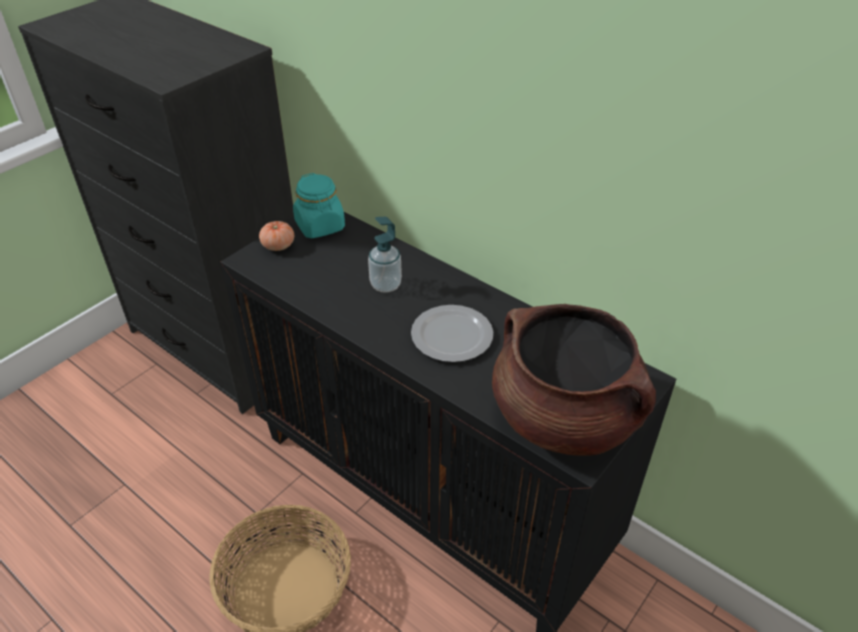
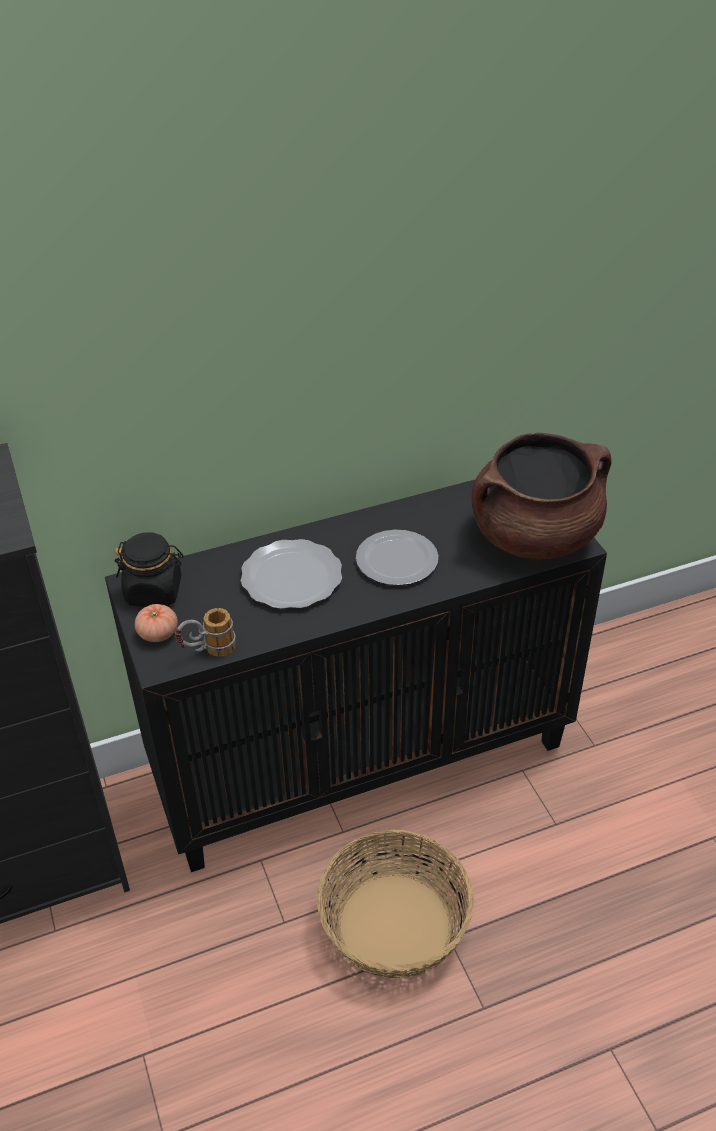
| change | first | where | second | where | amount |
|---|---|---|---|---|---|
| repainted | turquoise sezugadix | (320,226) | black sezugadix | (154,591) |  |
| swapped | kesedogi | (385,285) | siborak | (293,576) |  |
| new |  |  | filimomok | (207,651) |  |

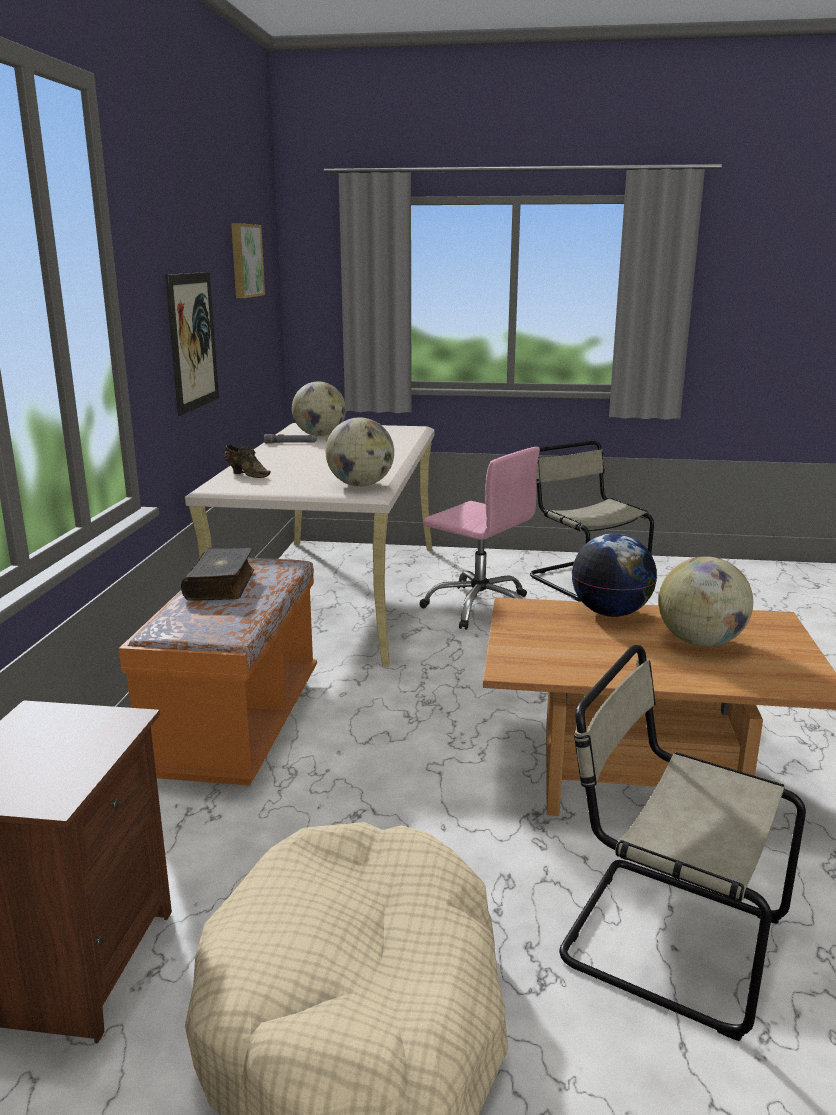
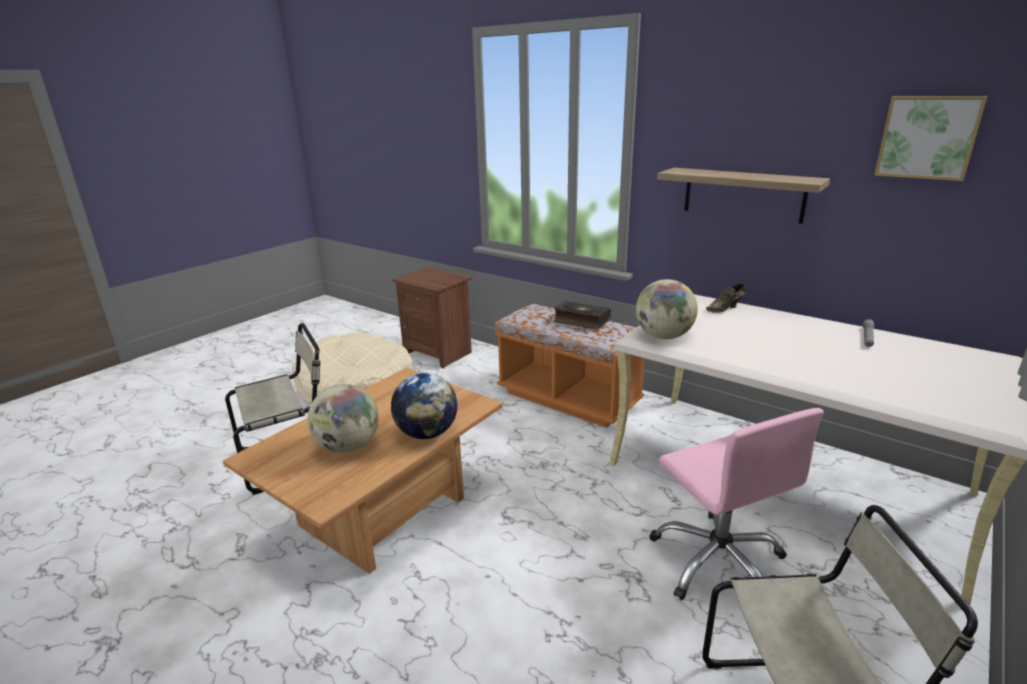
| change | first | where | second | where | amount |
|---|---|---|---|---|---|
| swapped | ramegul | (193,341) | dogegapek | (743,194) |  |
| gone | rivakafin | (320,435) |  |  |  |
| rotated | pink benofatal | (480,607) |  | (718,561) | 90 degrees counterclockwise |

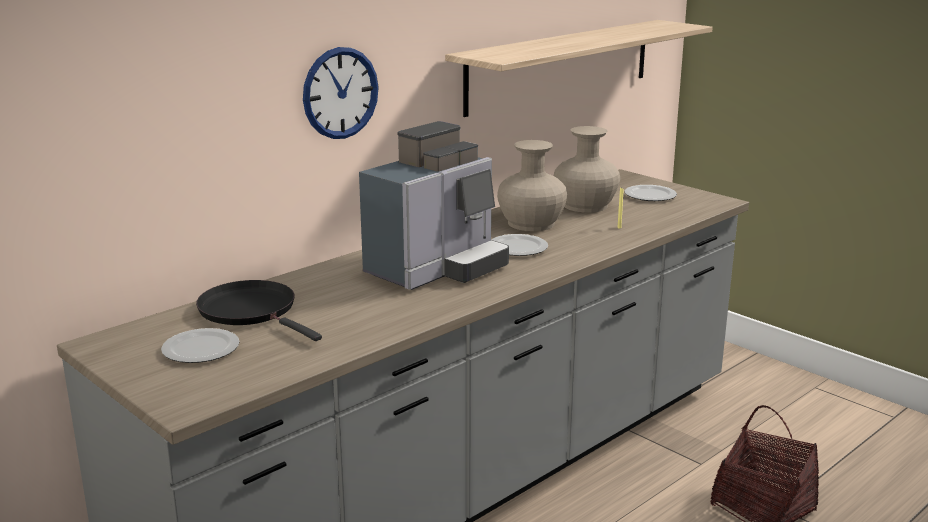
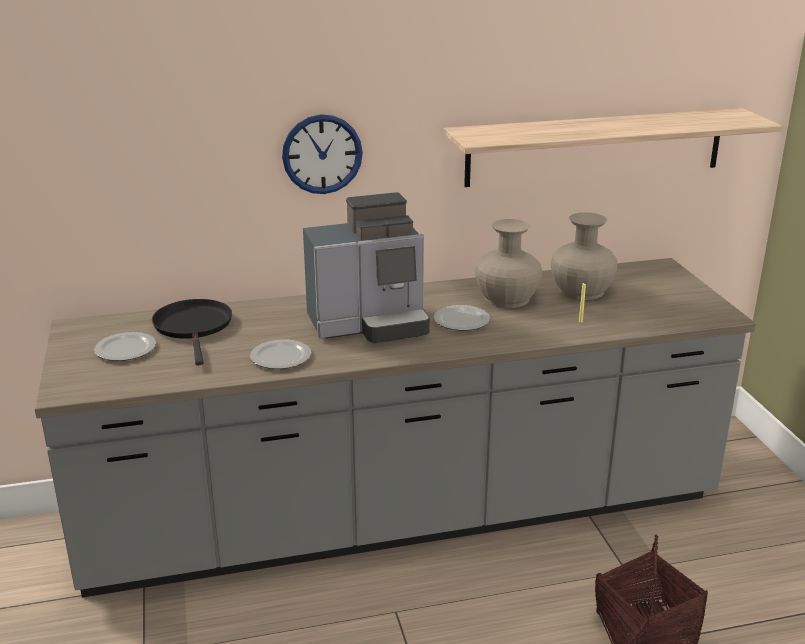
| change | first | where | second | where | amount |
|---|---|---|---|---|---|
| shifted | siborak | (650,195) |  | (281,356) |  |

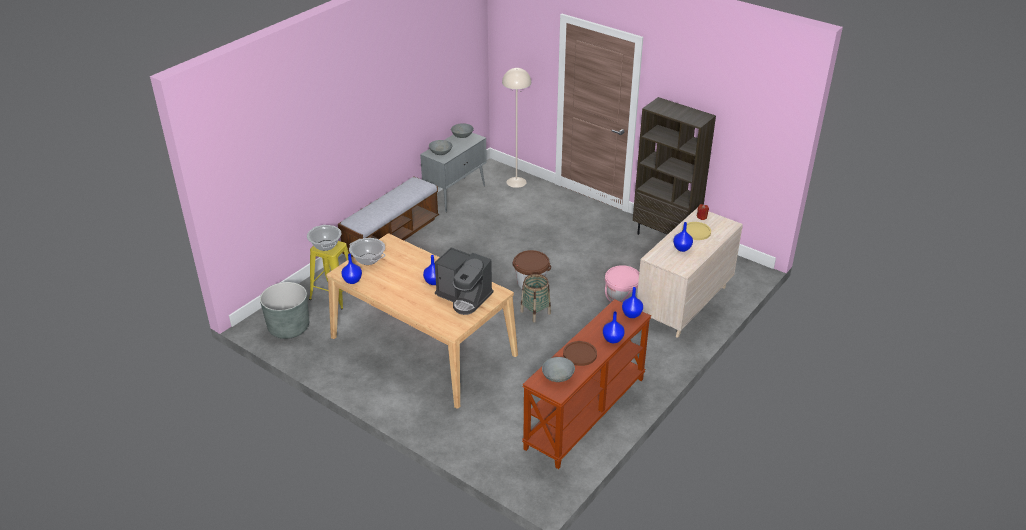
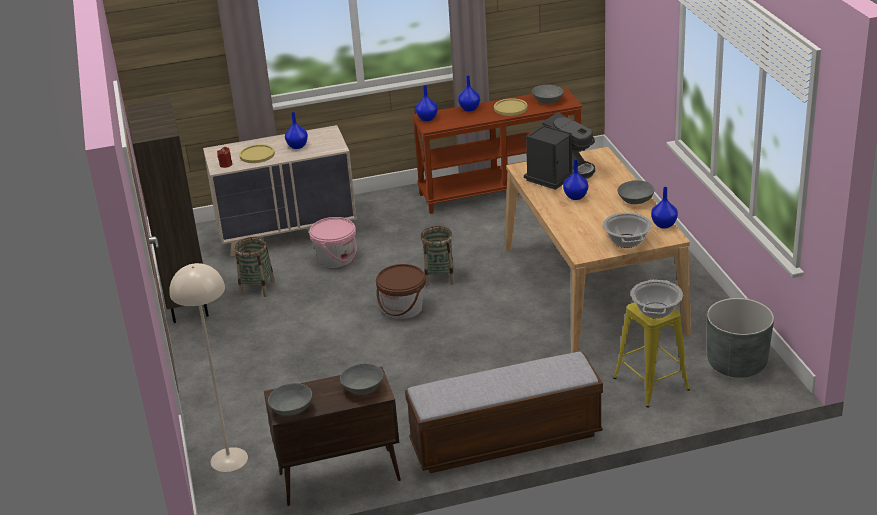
| change | first | where | second | where | amount |
|---|---|---|---|---|---|
| repainted | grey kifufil | (456,194) | brown kifufil | (338,477) |  |
| rotated | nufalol | (464,297) |  | (559,174) | 60 degrees clockwise |
| repainted | brown siborak | (580,354) | yellow siborak | (510,108) |  |
| new |  |  | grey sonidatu | (635,200) |  |
| new |  |  | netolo | (257,288) |  |

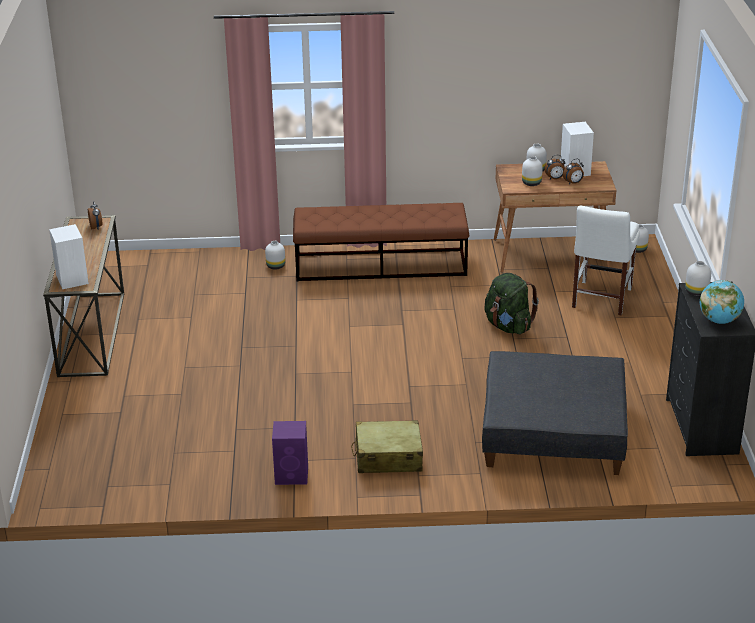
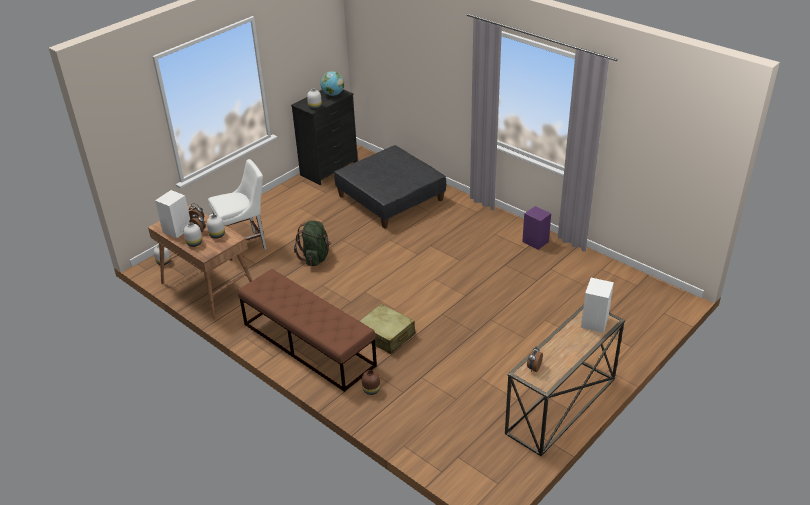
| change | first | where | second | where | amount |
|---|---|---|---|---|---|
| repainted | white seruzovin | (275,266) | brown seruzovin | (371,390) |  |
| shifted | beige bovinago | (388,457) |  | (386,335) |  |

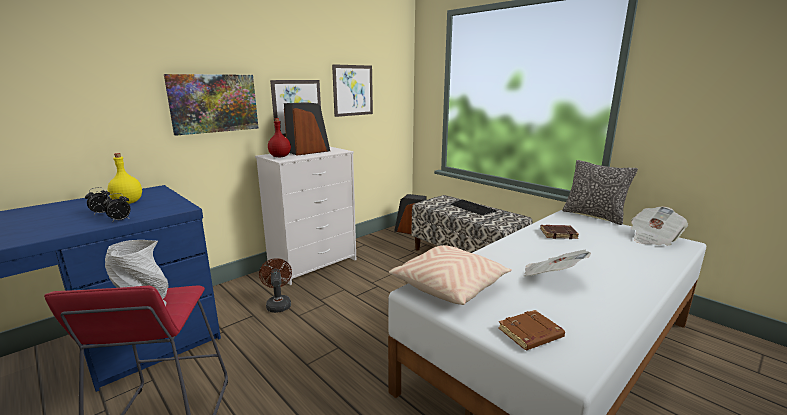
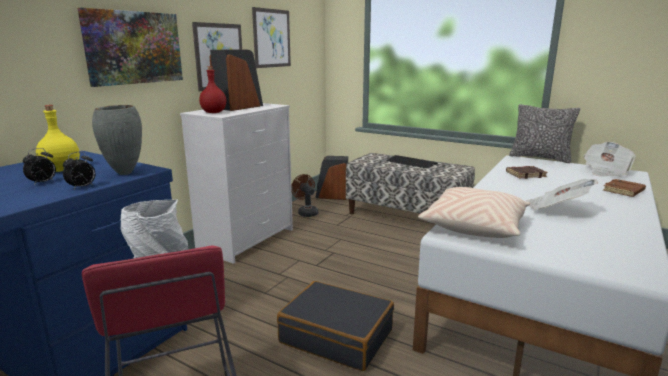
| change | first | where | second | where | amount |
|---|---|---|---|---|---|
| shifted | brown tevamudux | (278,304) |  | (306,212) |  |
| shifted | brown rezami | (530,334) |  | (624,191) |  |
| new |  |  | grey seruzovin | (124,174) |  |
| new |  |  | black bovinago | (337,336) |  |

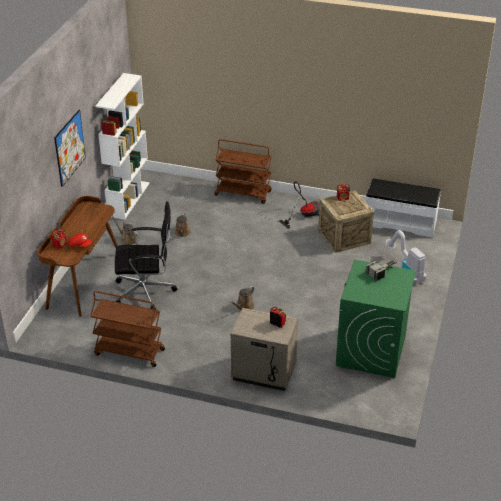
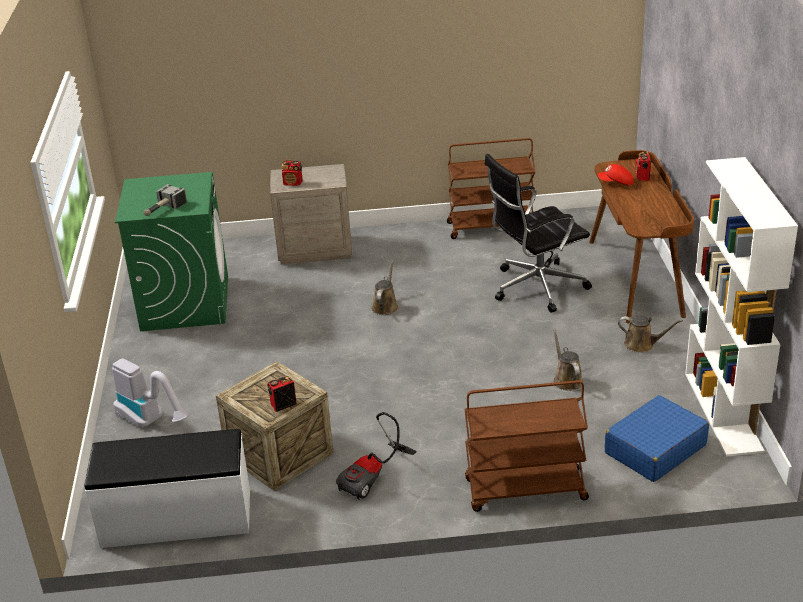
| change | first | where | second | where | amount |
|---|---|---|---|---|---|
| gone | ramegul | (70,148) |  |  |  |
| new |  |  | blue bovinago | (654,449) |  |

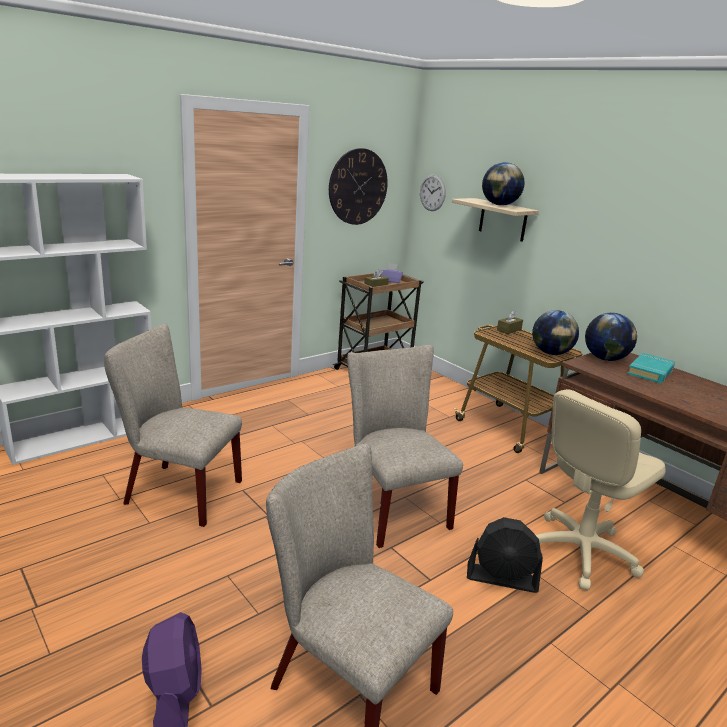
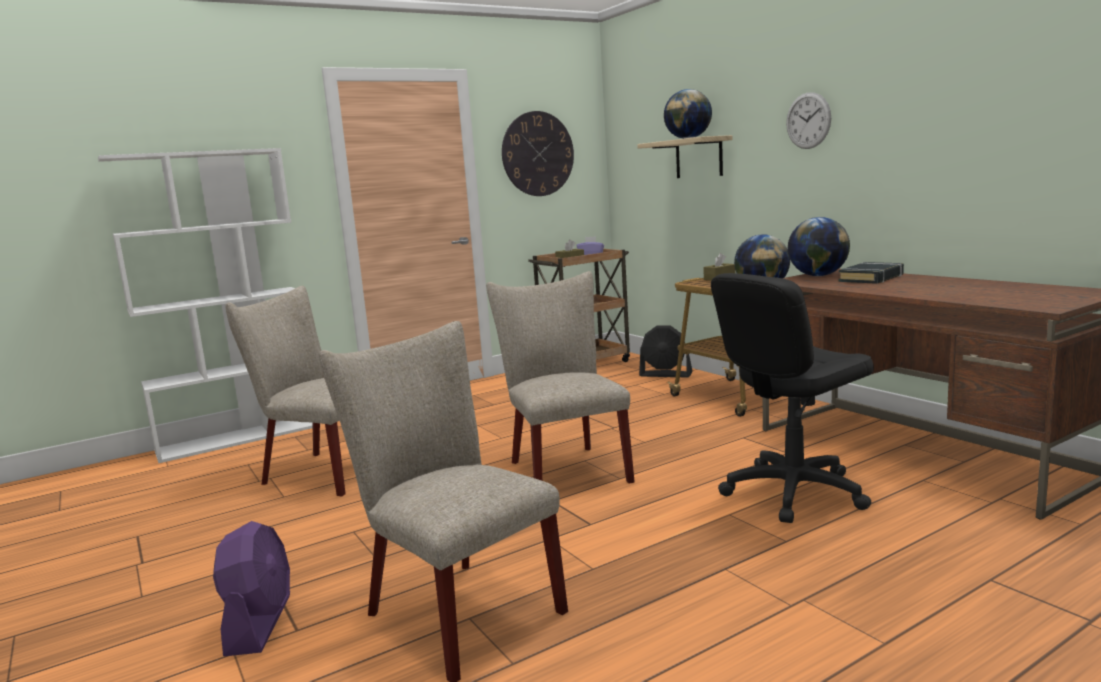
| change | first | where | second | where | amount |
|---|---|---|---|---|---|
| shifted | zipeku | (432,192) |  | (808,120) |  |
| repainted | turquoise rezami | (650,372) | black rezami | (871,278) |  |
| repainted | beige benofatal | (580,551) | black benofatal | (793,492) |  |
| shifted | black tevamudux | (502,578) |  | (666,374) |  |

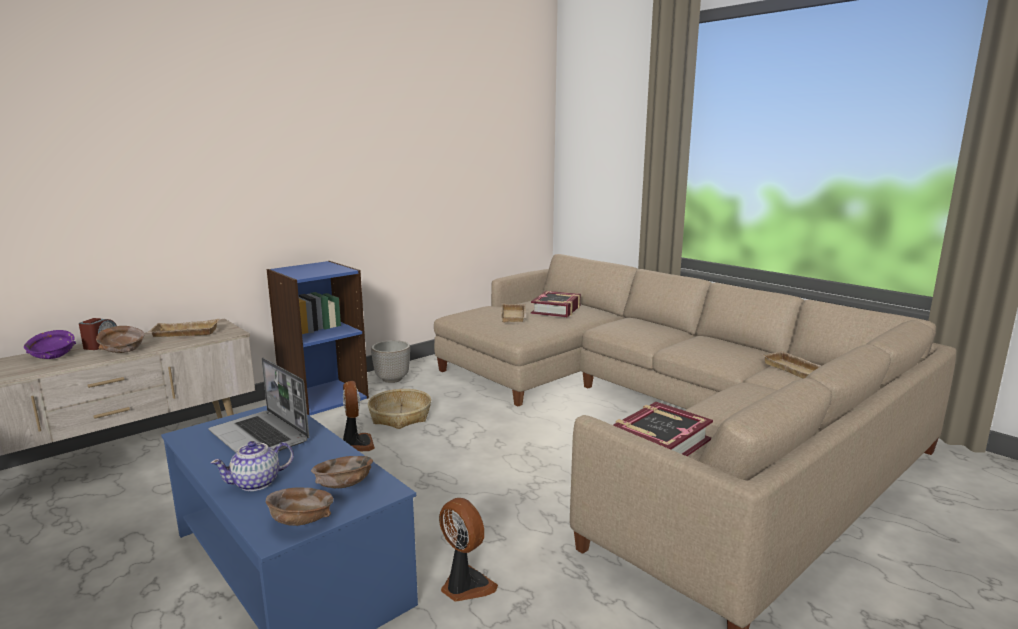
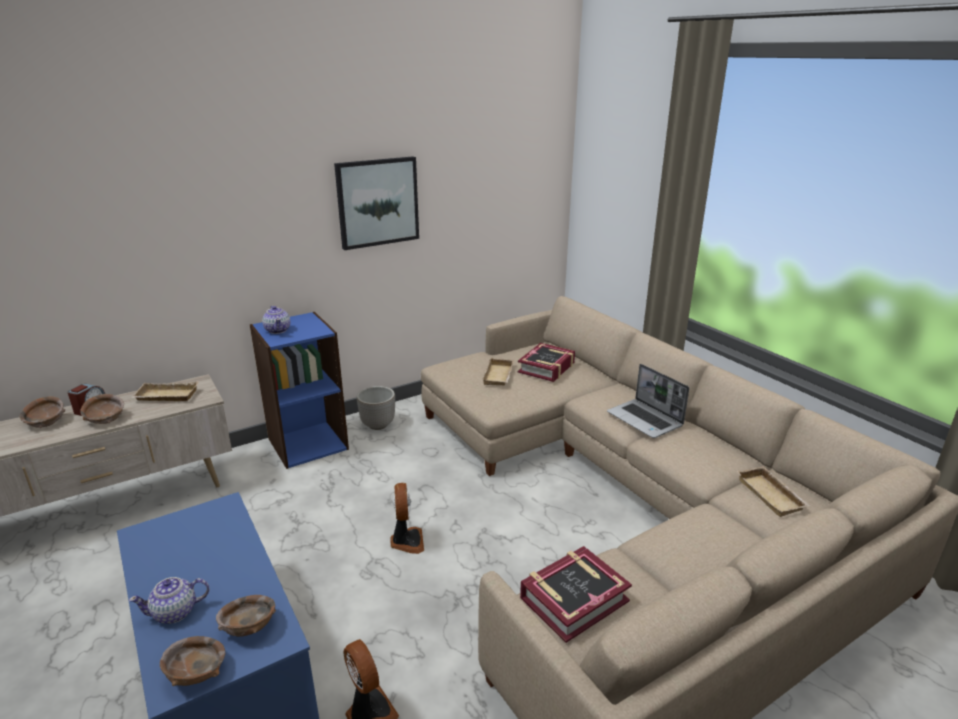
| change | first | where | second | where | amount |
|---|---|---|---|---|---|
| repainted | purple sonidatu | (52,356) | brown sonidatu | (46,422) |  |
| shifted | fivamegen | (261,437) |  | (645,420) |  |
| shifted | tevamudux | (356,444) |  | (406,541) |  |
| gone | netolo | (400,416) |  |  |  |
| new |  |  | ramegul | (377,202) |  |
| new |  |  | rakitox | (278,330) |  |

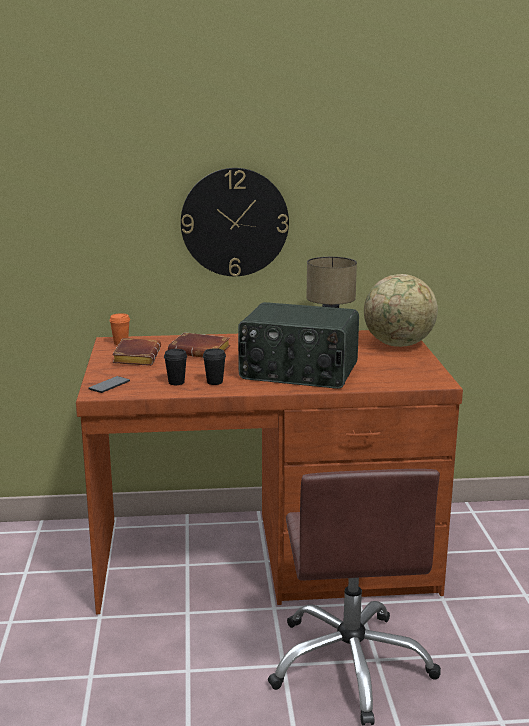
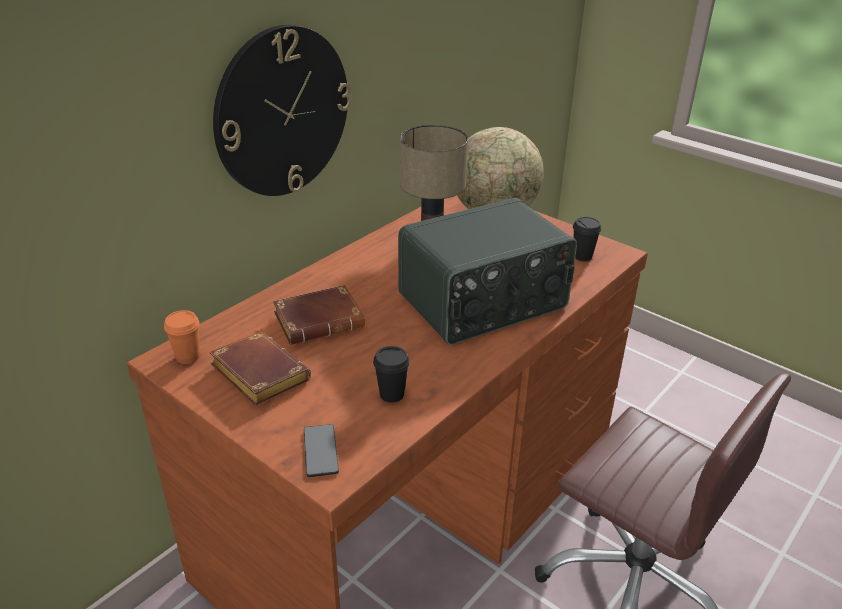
| change | first | where | second | where | amount |
|---|---|---|---|---|---|
| shifted | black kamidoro | (214,382) |  | (582,256) |  |

